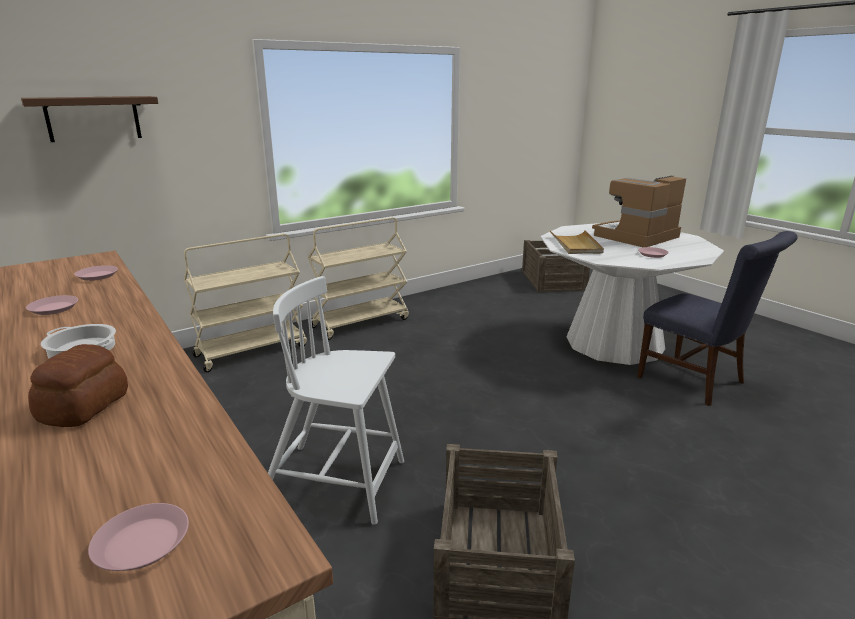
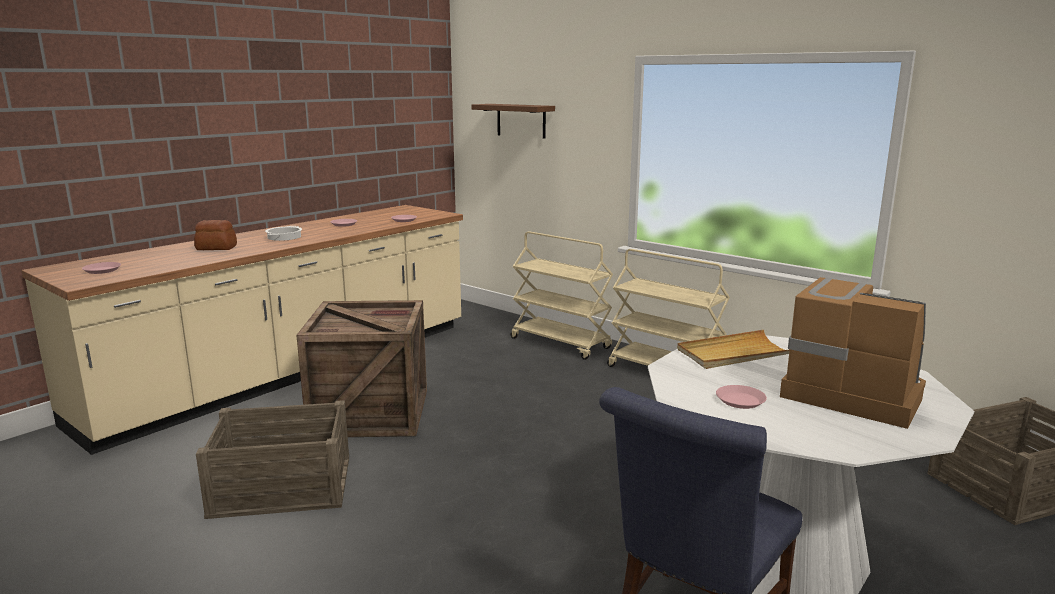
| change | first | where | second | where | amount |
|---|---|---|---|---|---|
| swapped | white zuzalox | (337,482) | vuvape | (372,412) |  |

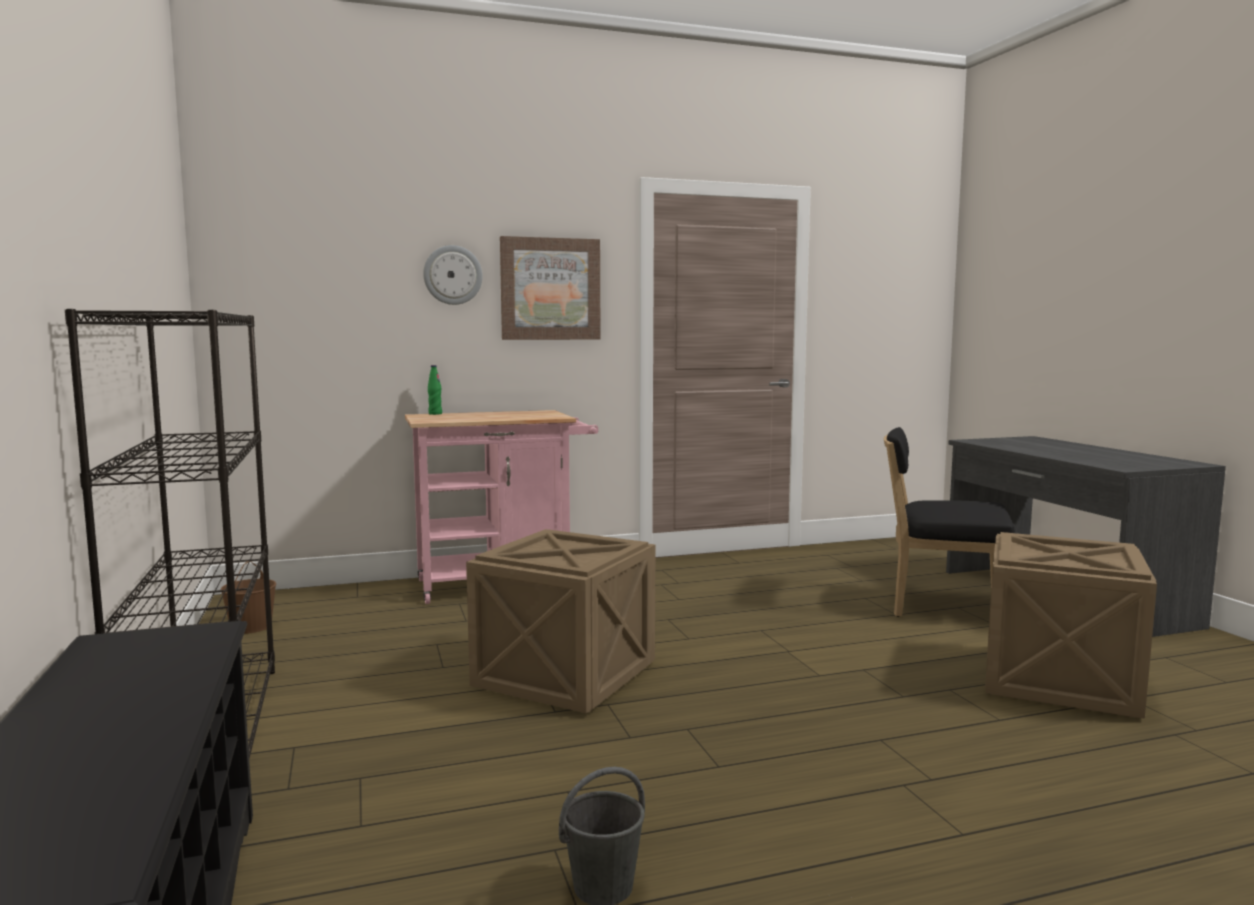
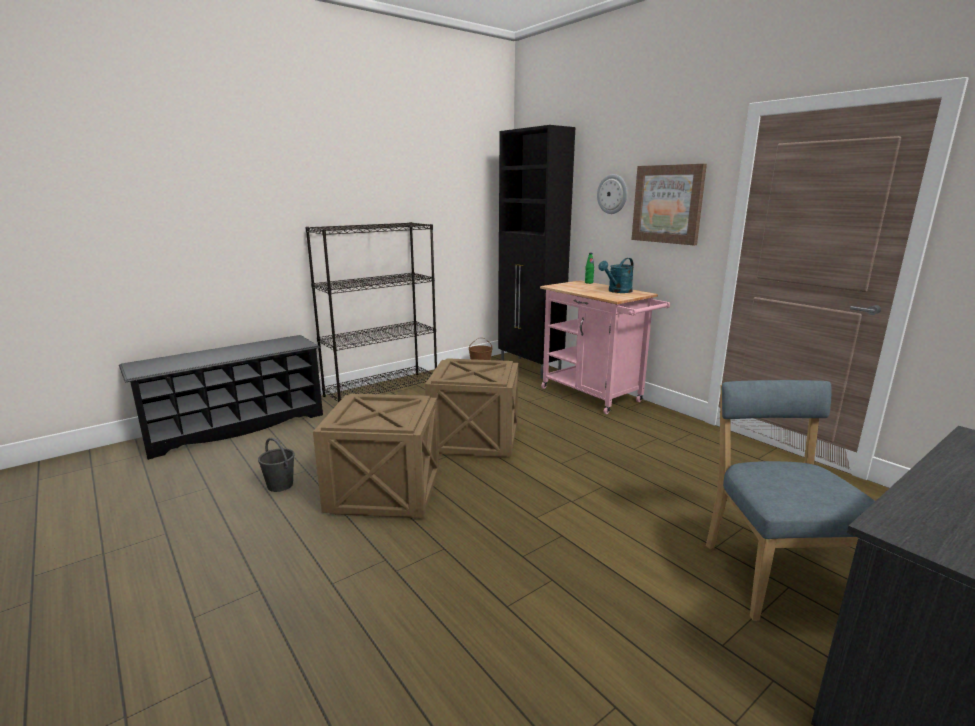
| change | first | where | second | where | amount |
|---|---|---|---|---|---|
| repainted | black zuzalox | (940,607) | blue zuzalox | (773,574) |  |
| shifted | vuvape | (1058,681) |  | (383,492) |  |
| new |  |  | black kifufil | (530,368) |  |
| new |  |  | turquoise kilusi | (617,291) |  |

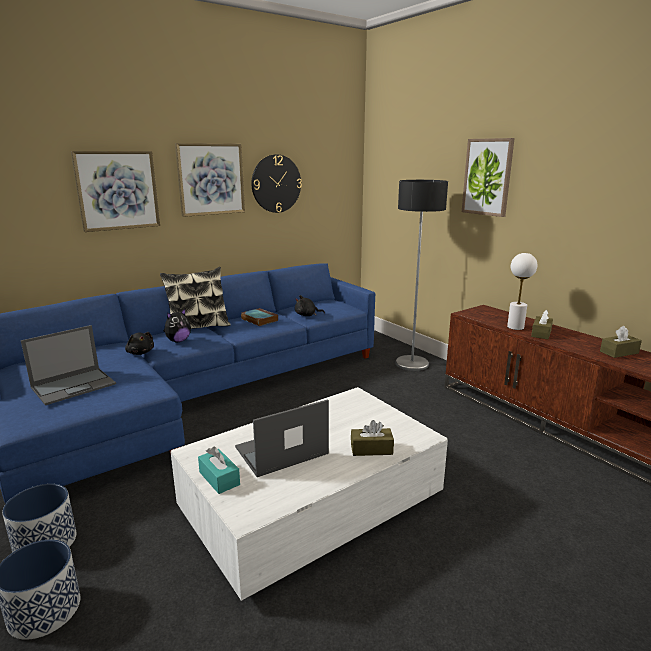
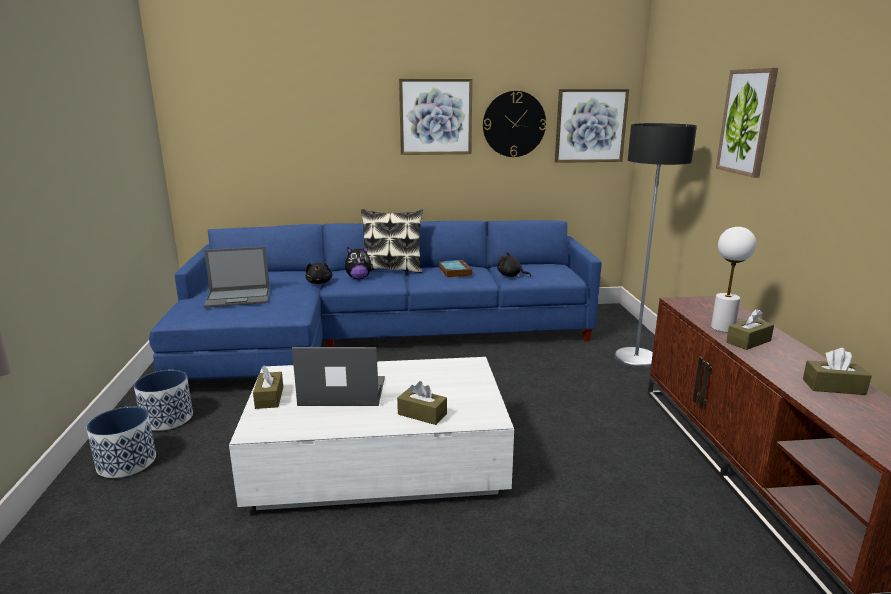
| change | first | where | second | where | amount |
|---|---|---|---|---|---|
| shifted | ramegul | (117,190) |  | (590,126) |  |
| repainted | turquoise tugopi | (219,478) | brown tugopi | (269,397) |  |

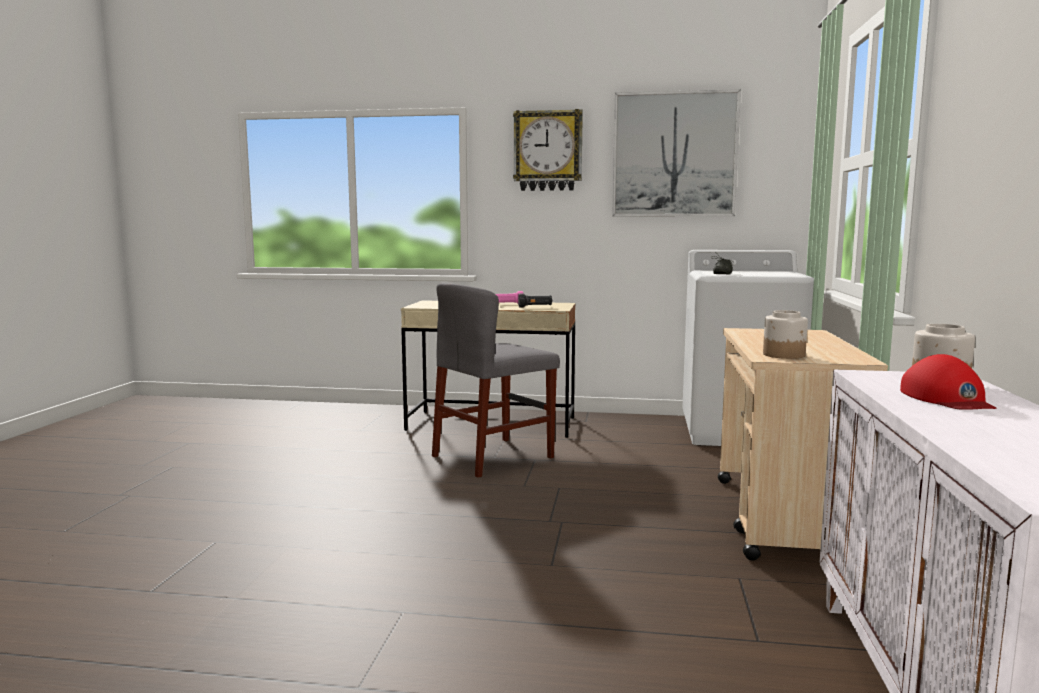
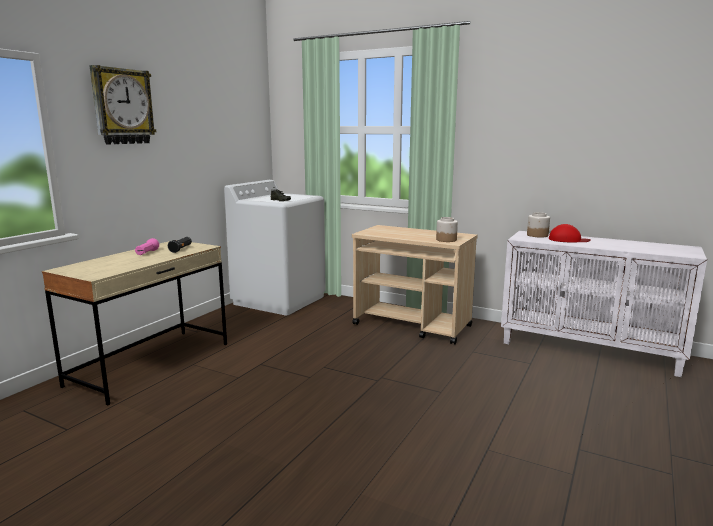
| change | first | where | second | where | amount |
|---|---|---|---|---|---|
| gone | ramegul | (674,155) |  |  |  |
| gone | grey zuzalox | (493,457) |  |  |  |

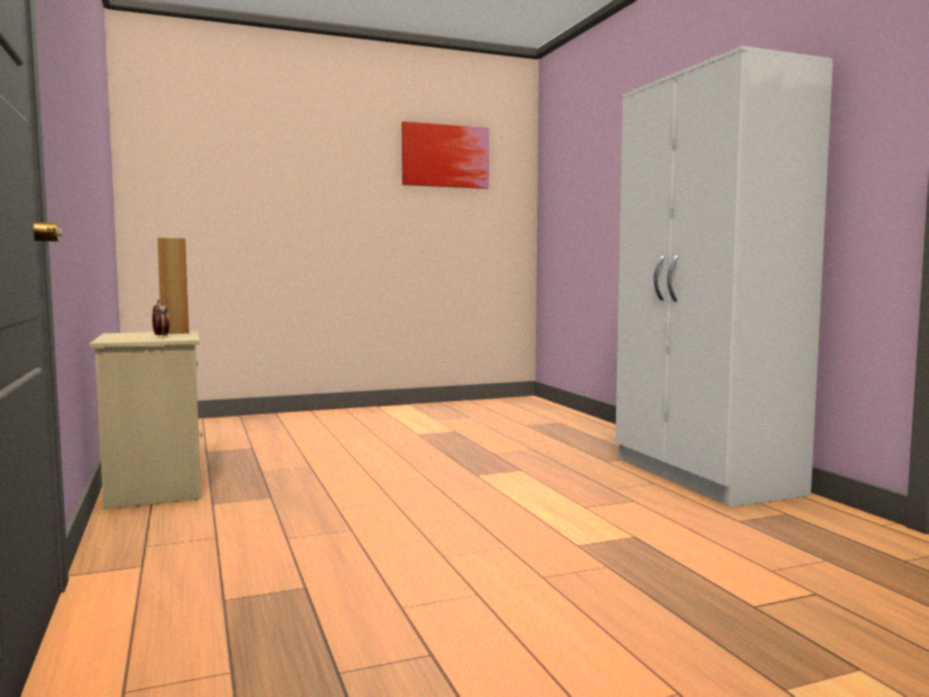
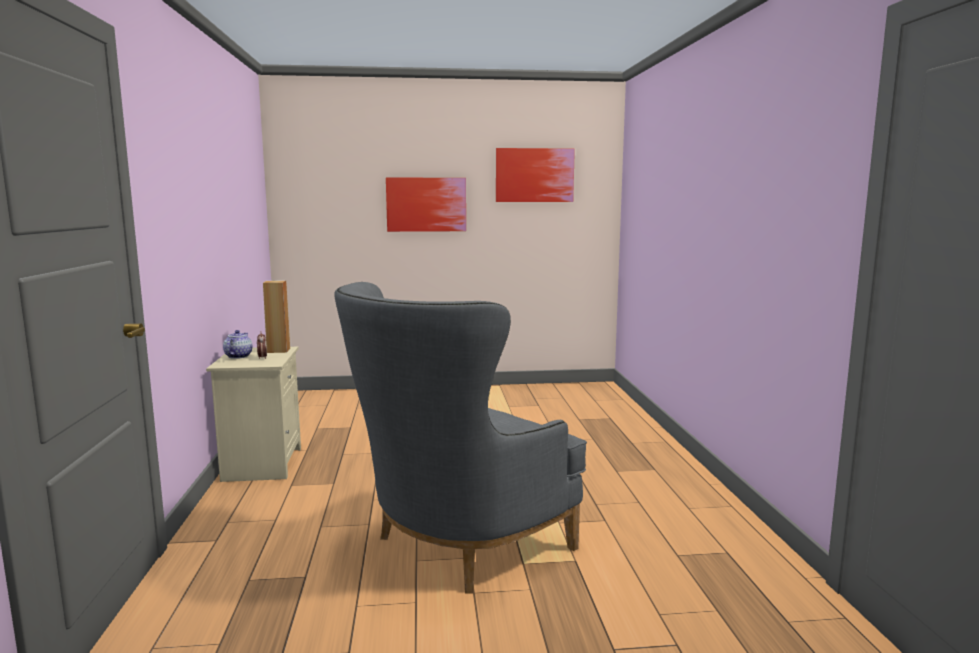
| change | first | where | second | where | amount |
|---|---|---|---|---|---|
| gone | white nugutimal | (704,477) |  |  |  |
| new |  |  | ramegul | (426,204) |  |
| new |  |  | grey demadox | (454,547) |  |
| new |  |  | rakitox | (238,356) |  |

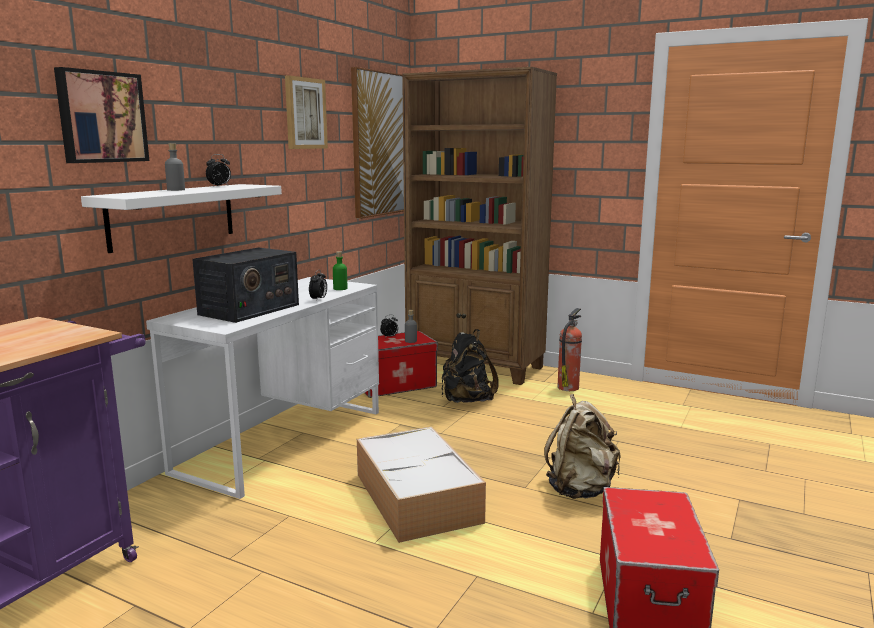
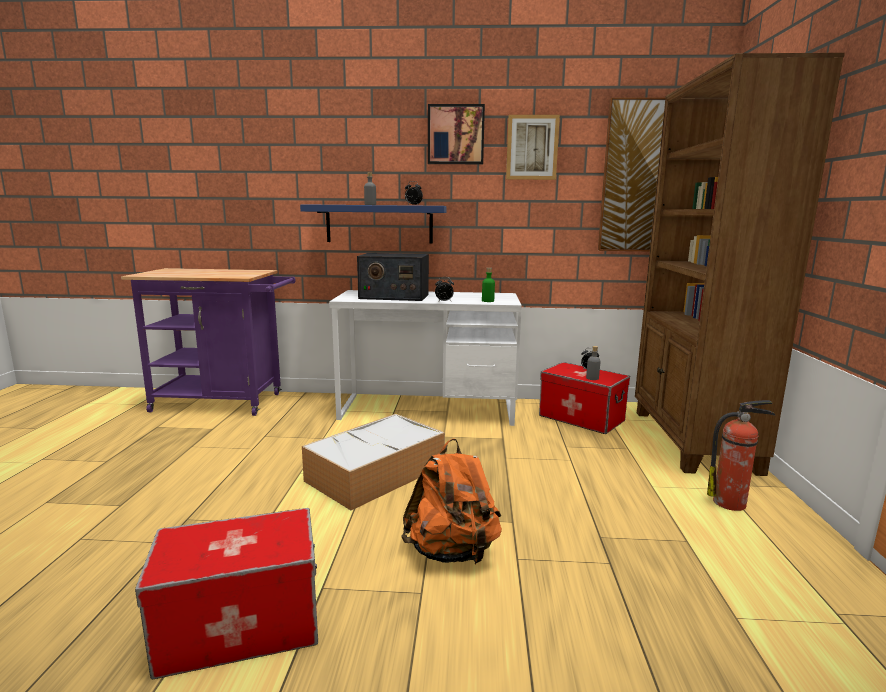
| change | first | where | second | where | amount |
|---|---|---|---|---|---|
| shifted | ramegul | (101,117) |  | (456,135) |  |
| repainted | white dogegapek | (173,216) | blue dogegapek | (379,224) |  |
| gone | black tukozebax | (466,400) |  |  |  |
| repainted | beige tukozebax | (580,490) | orange tukozebax | (452,552) |  |

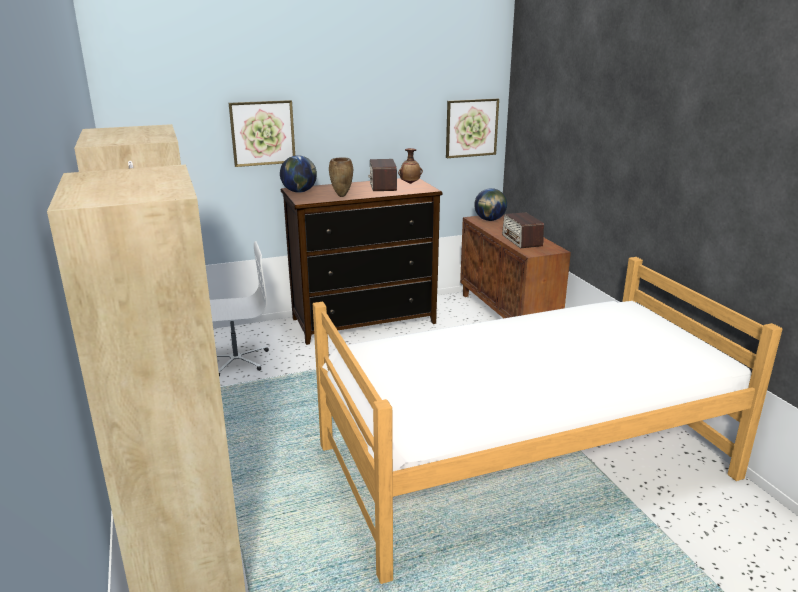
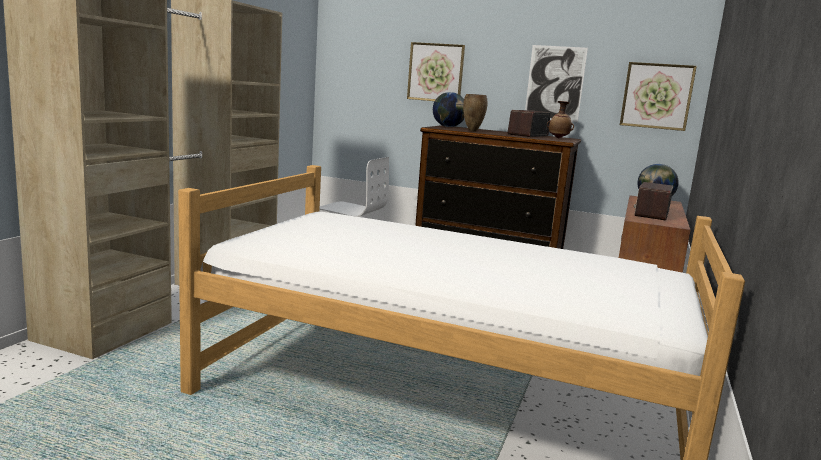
| change | first | where | second | where | amount |
|---|---|---|---|---|---|
| new |  |  | ramegul | (555,83) |  |

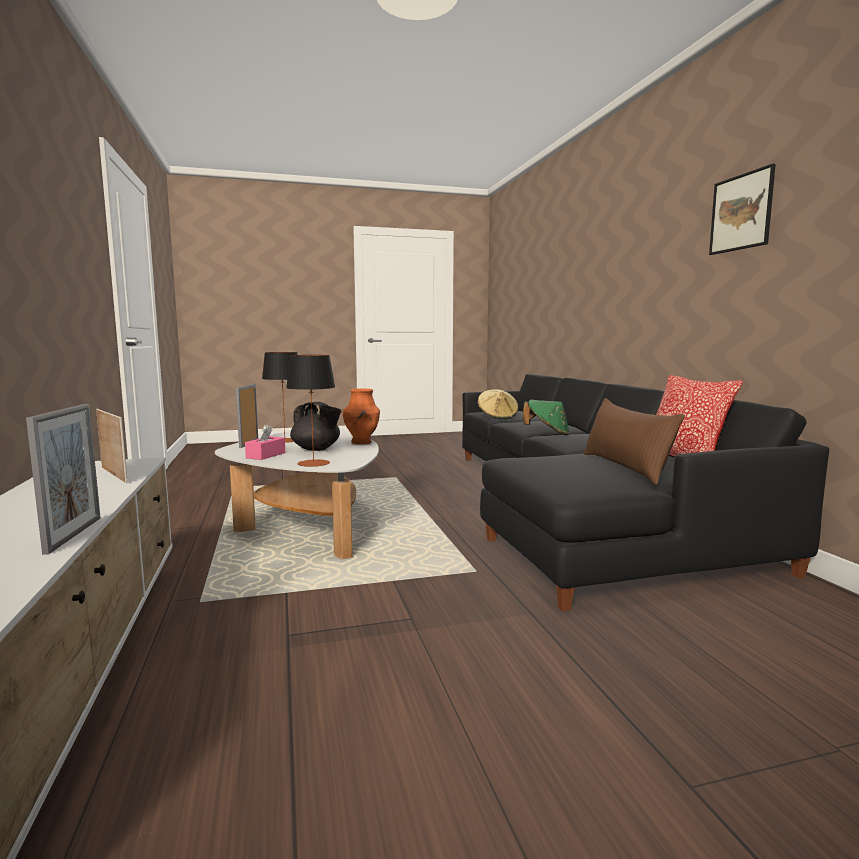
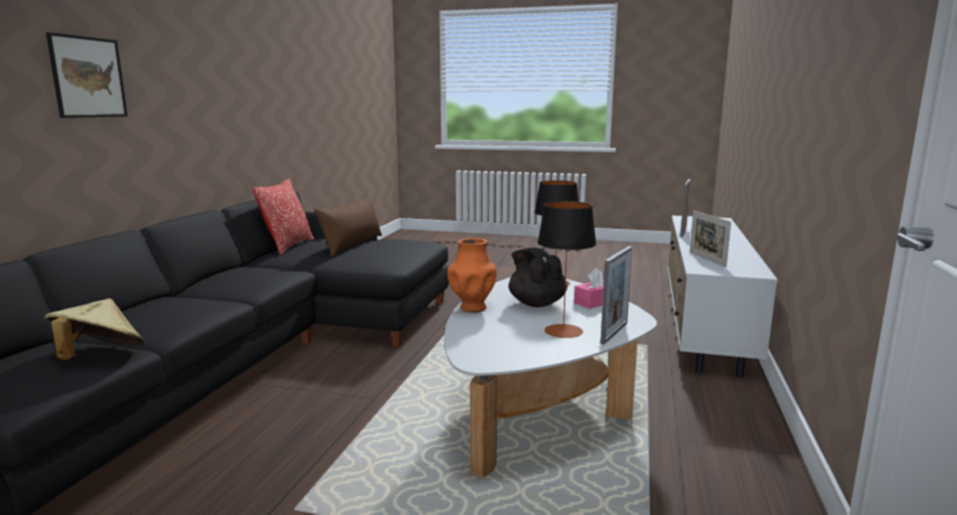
| change | first | where | second | where | amount |
|---|---|---|---|---|---|
| shifted | ramegul | (741,212) |  | (88,77) |  |
| gone | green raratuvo | (547,433) |  |  |  |

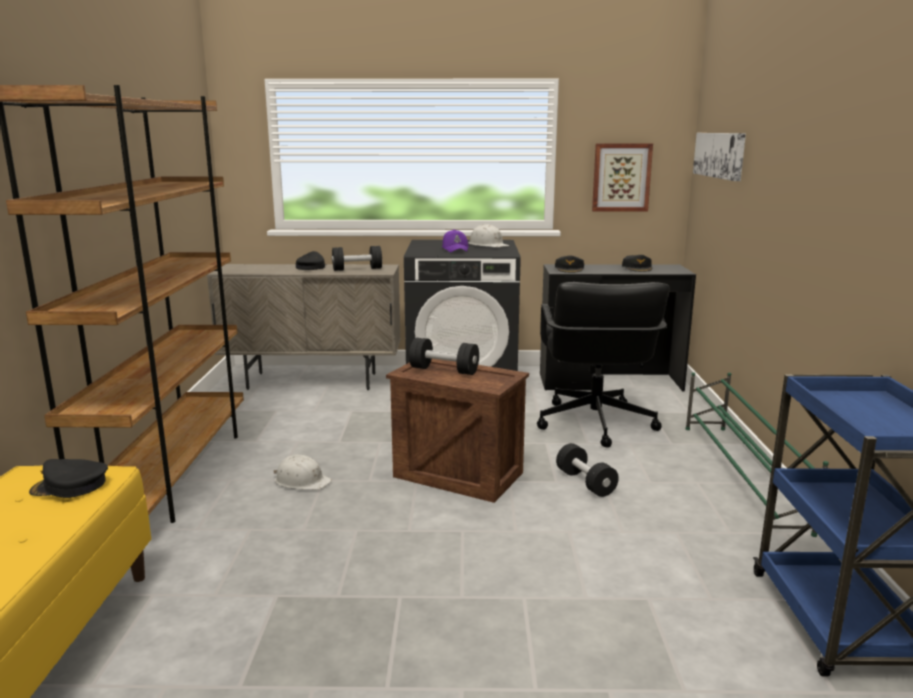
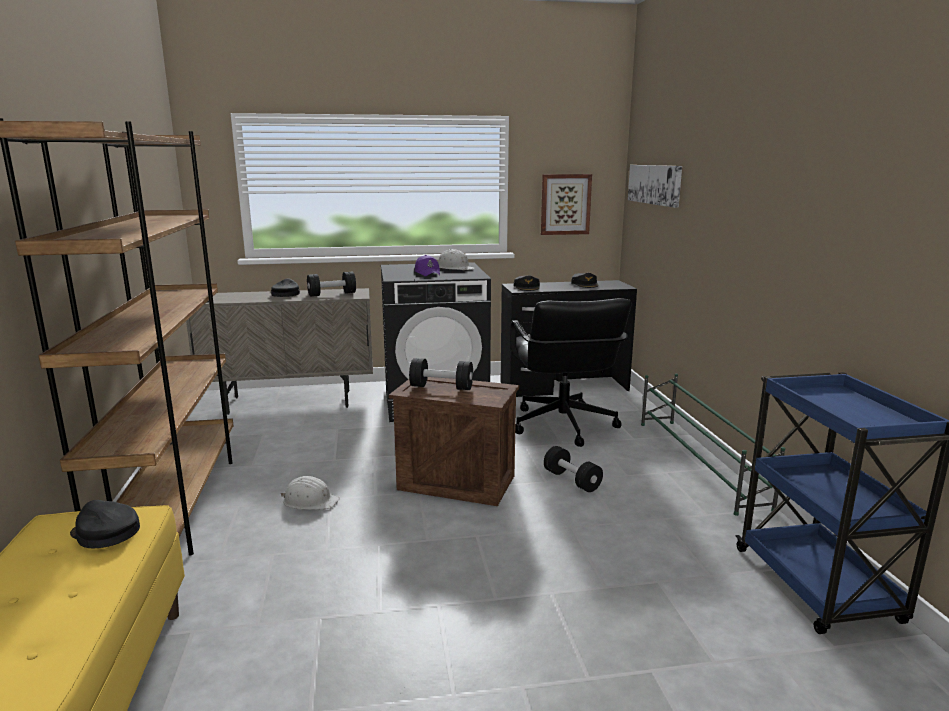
| change | first | where | second | where | amount |
|---|---|---|---|---|---|
| rotated | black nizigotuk | (70,486) |  | (105,532) | 45 degrees clockwise |

